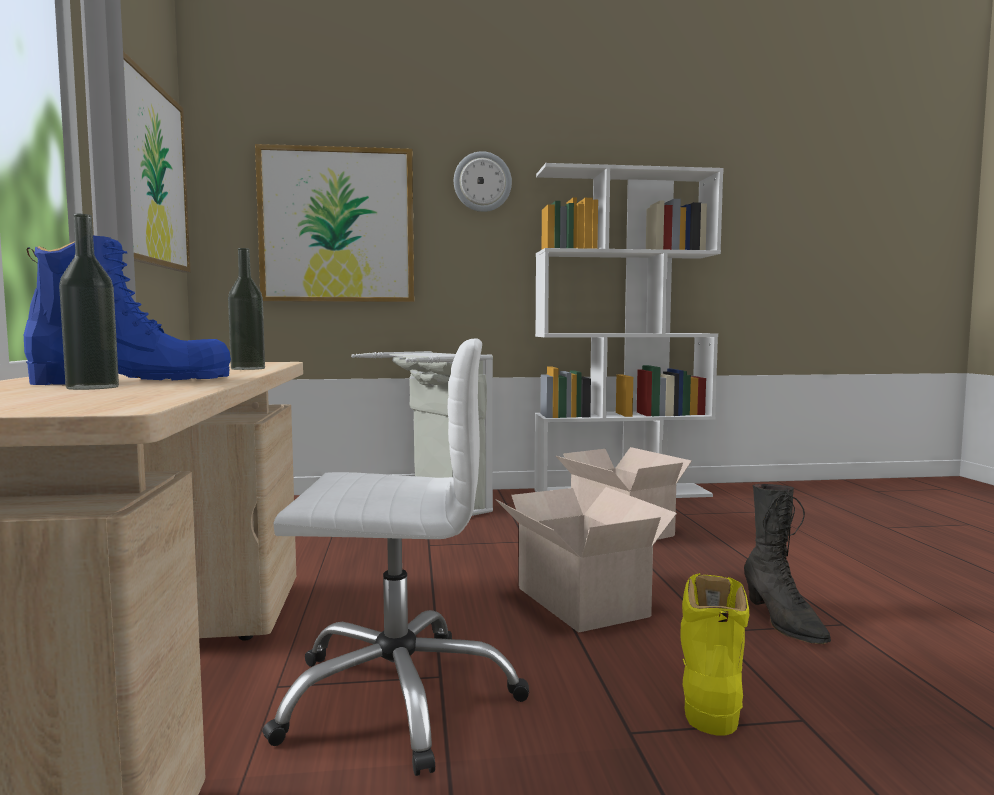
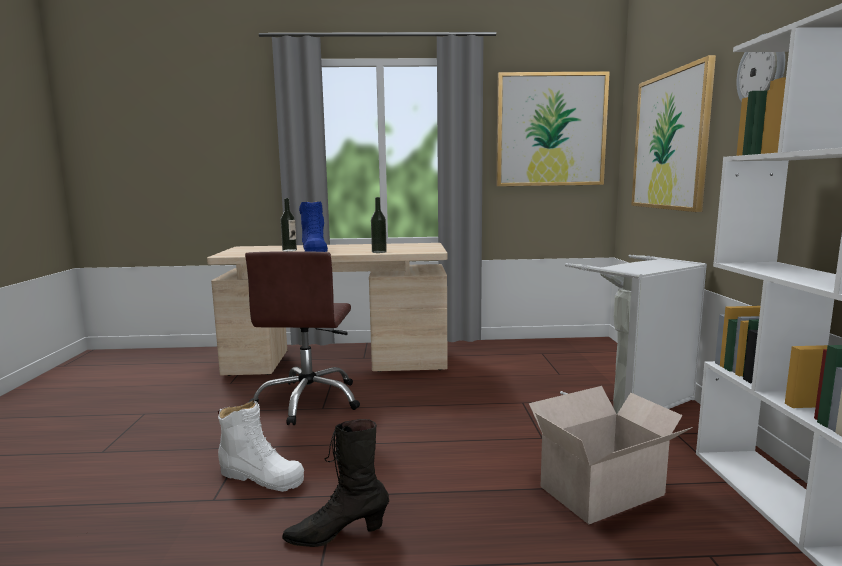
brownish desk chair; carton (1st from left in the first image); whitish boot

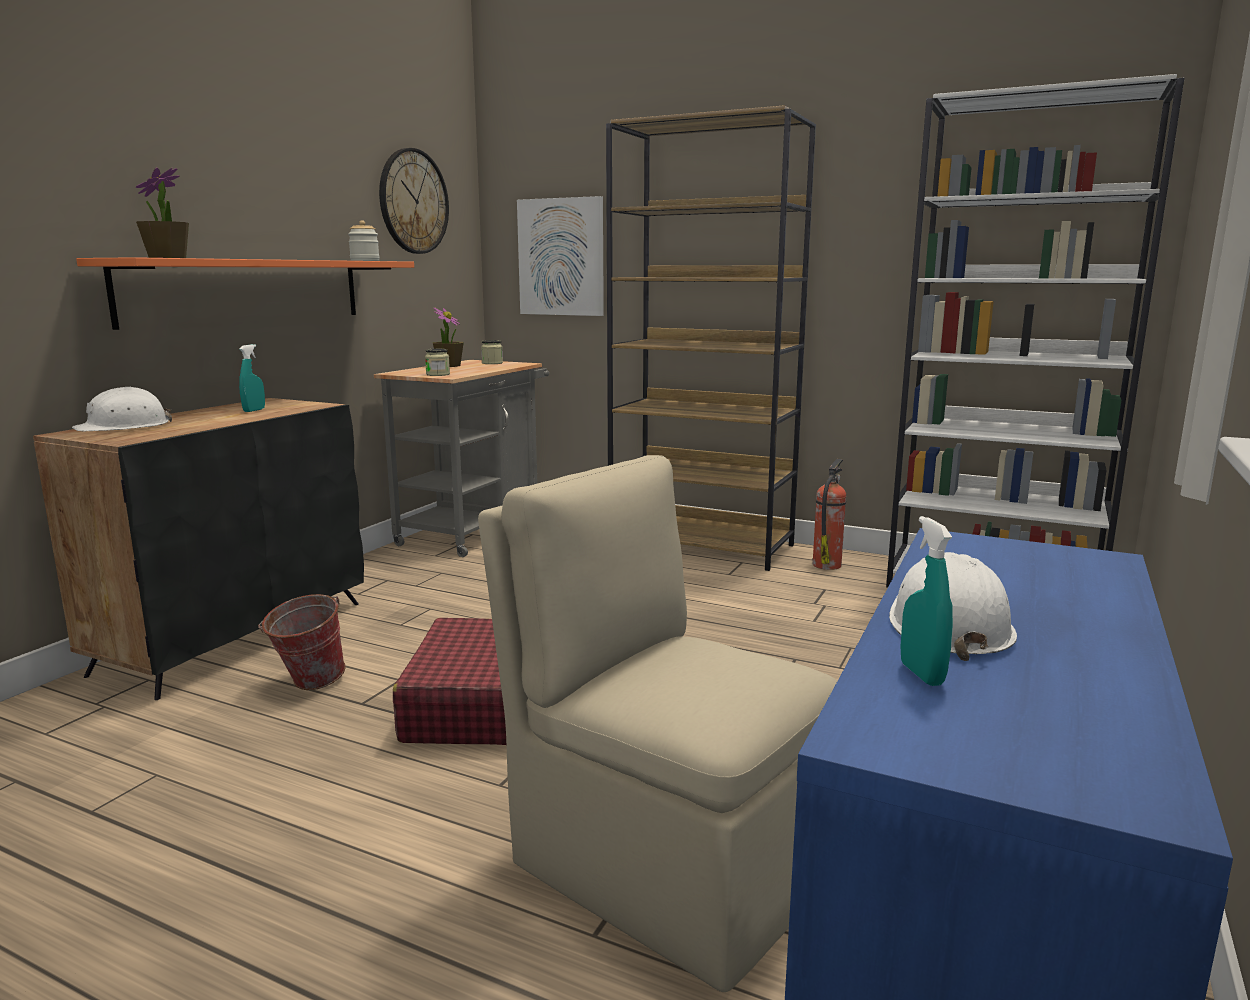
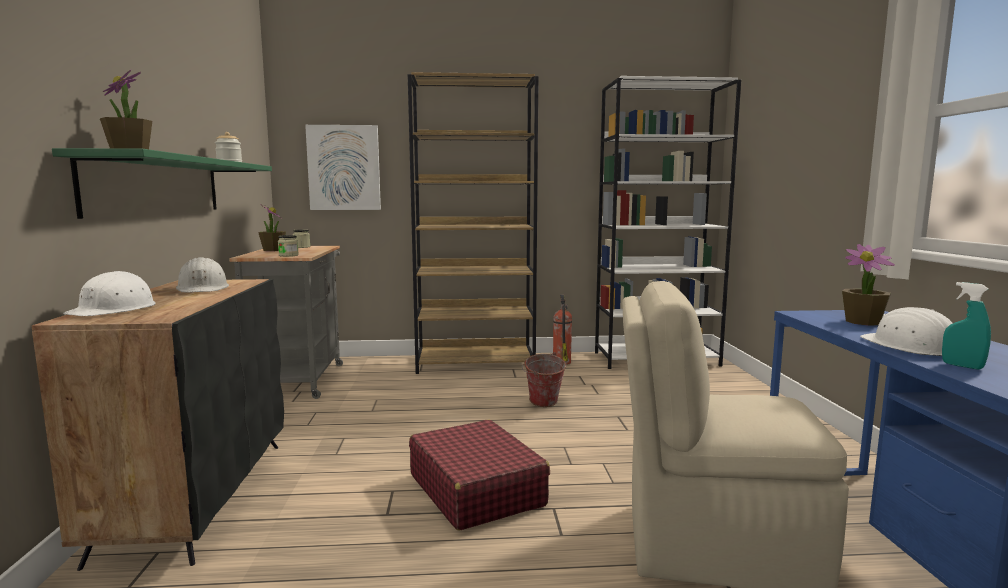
green-coloured bracket shelf; whitish hard hat (2nd from left); pail; hanging clock; plant in a pot (3rd from left)

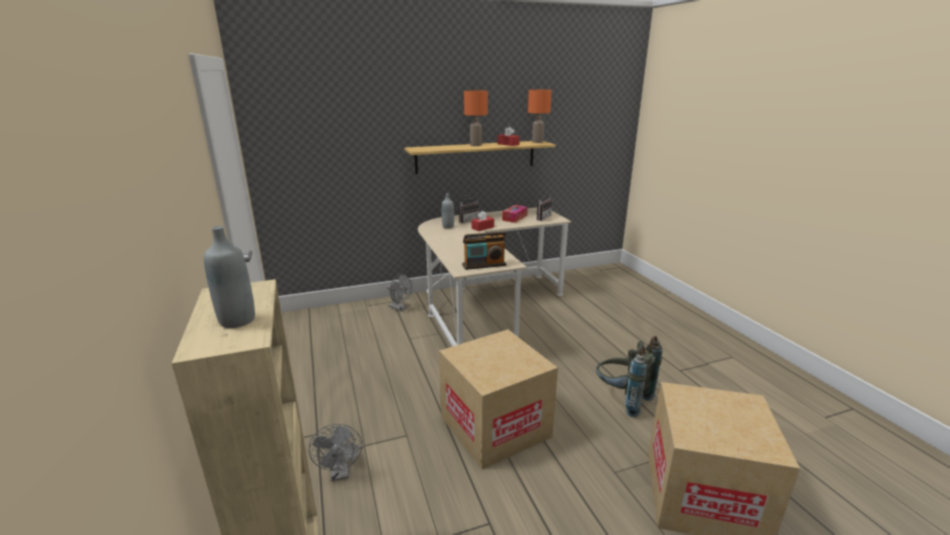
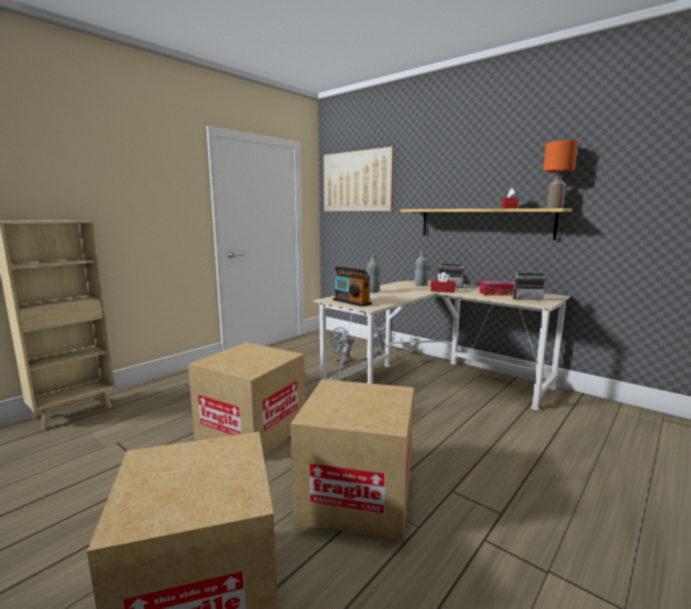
greyish drink bottle (1st from left); greyish electric fan (1st from left); orange-coloured tabletop lamp (1st from left in the first image); carton (3rd from left); wall art

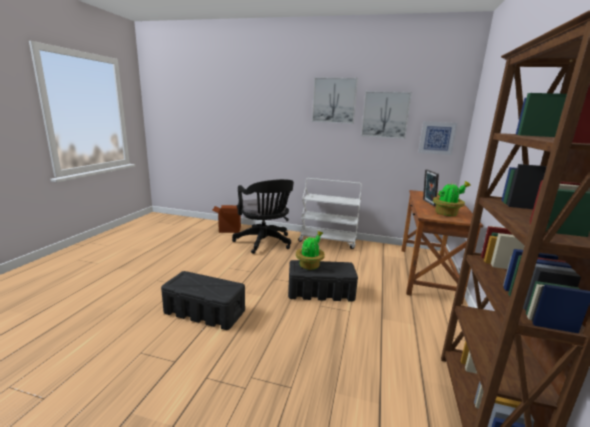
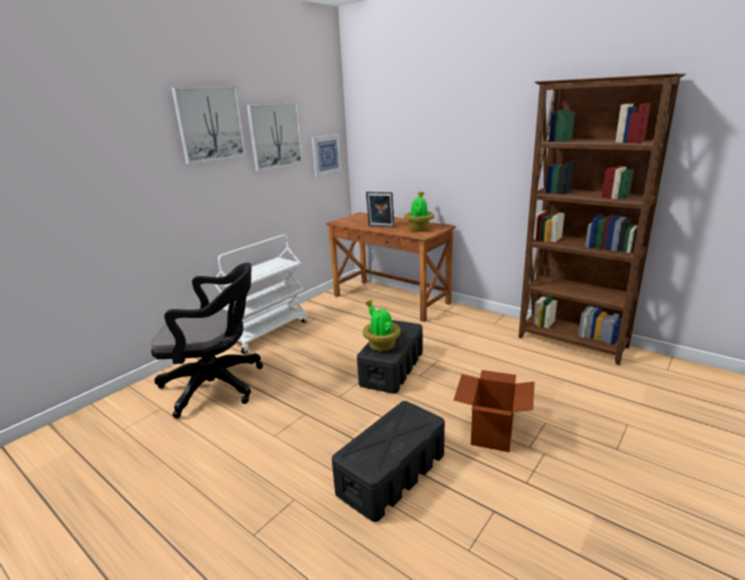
carton

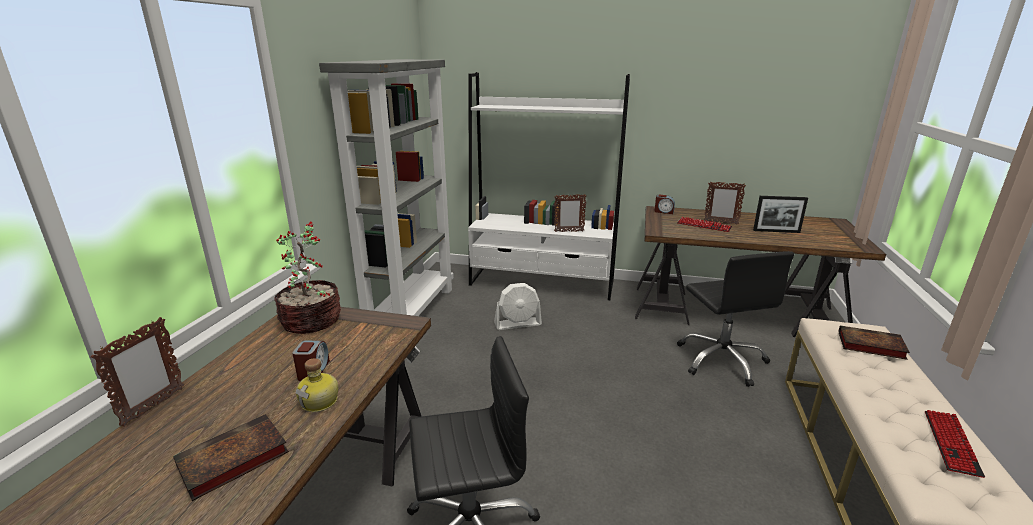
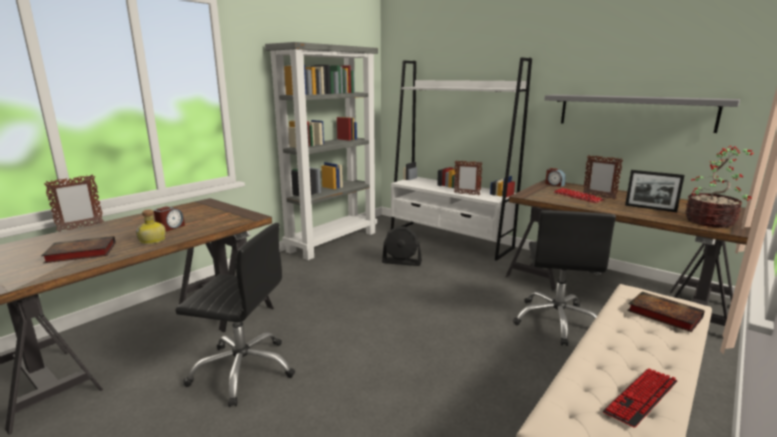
plant in a pot; blackish electric fan; greyish bracket shelf

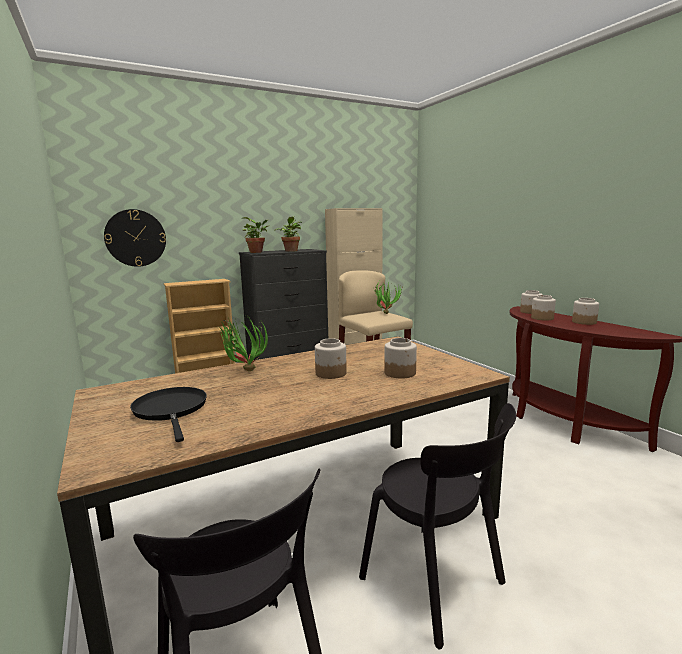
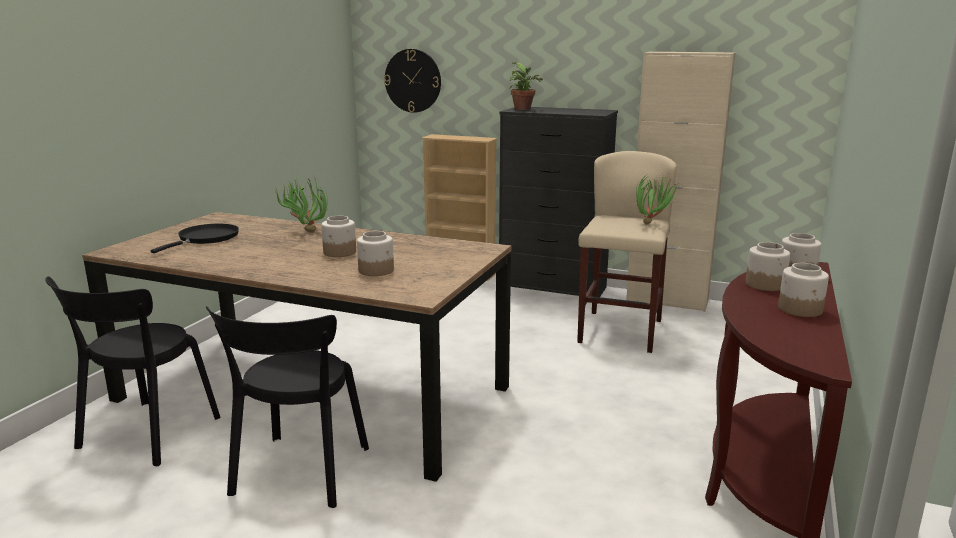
plant in a pot (3rd from left in the first image)

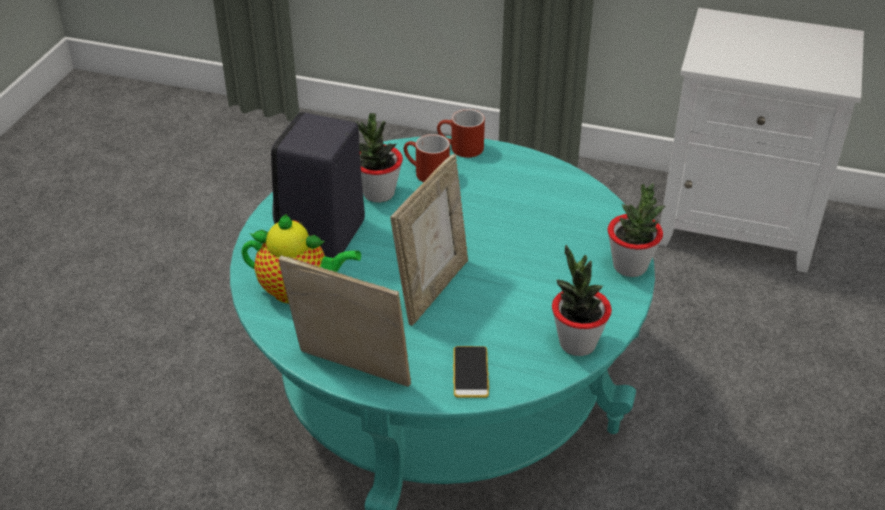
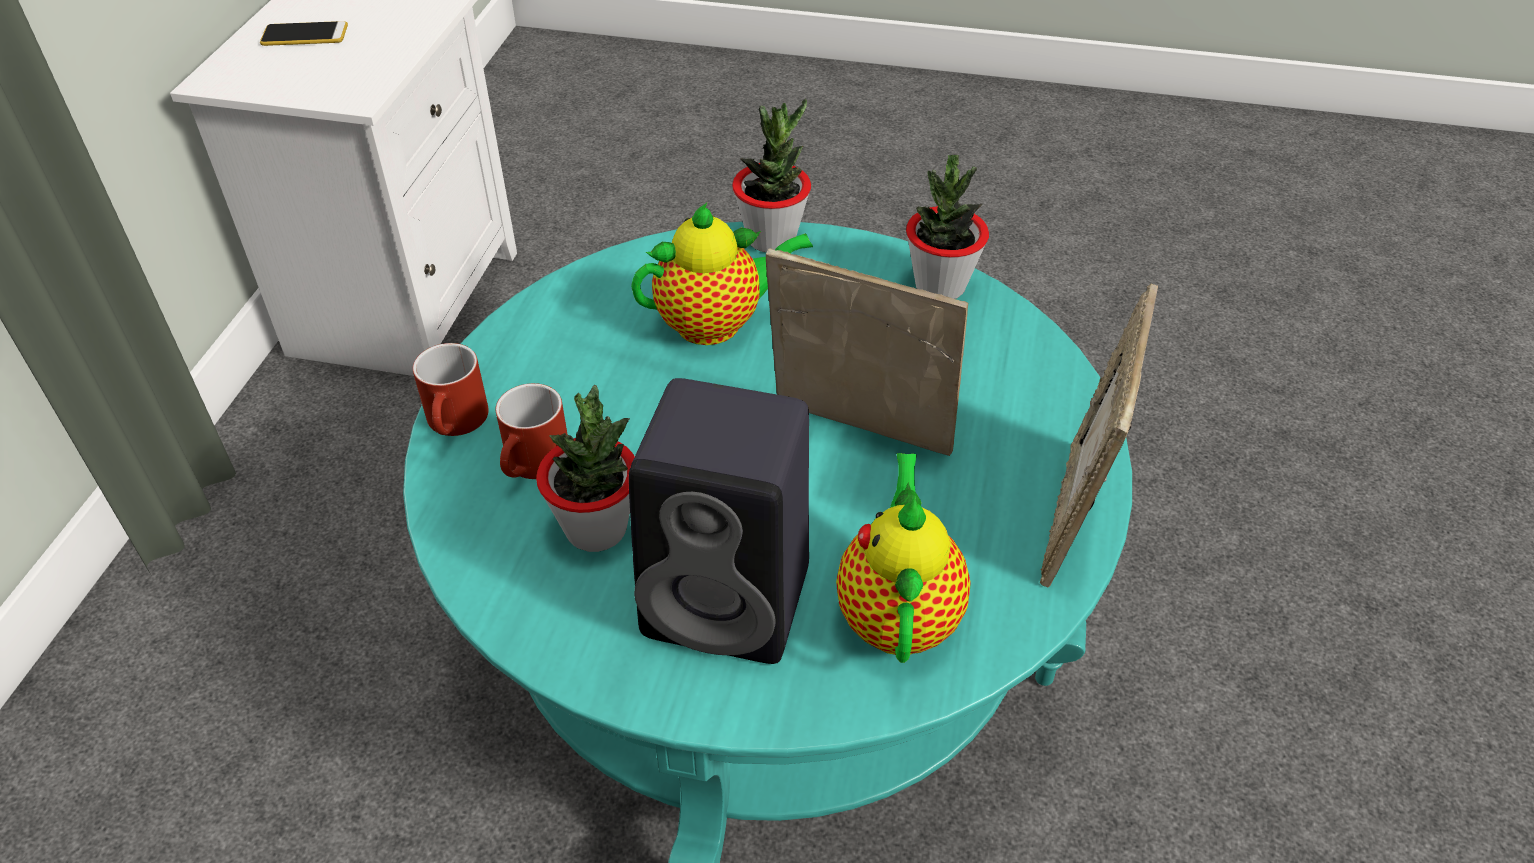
handset; pot for tea (1st from left)

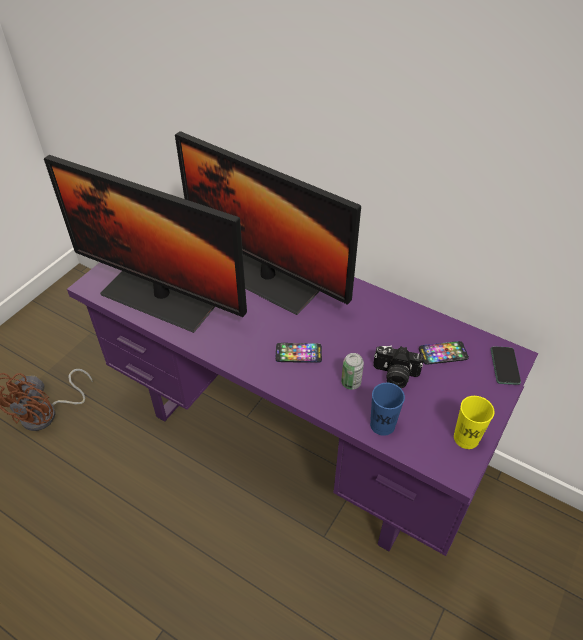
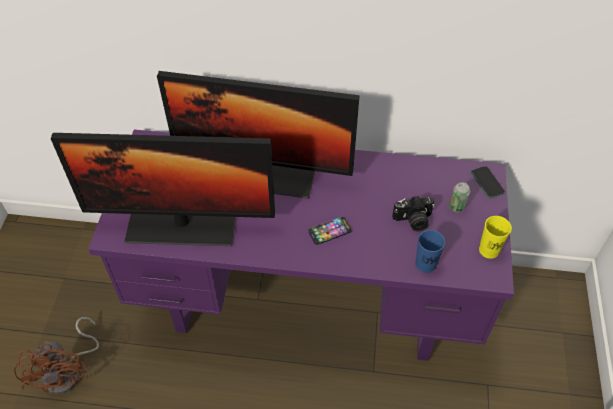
sealed can; handset (2nd from left in the first image)

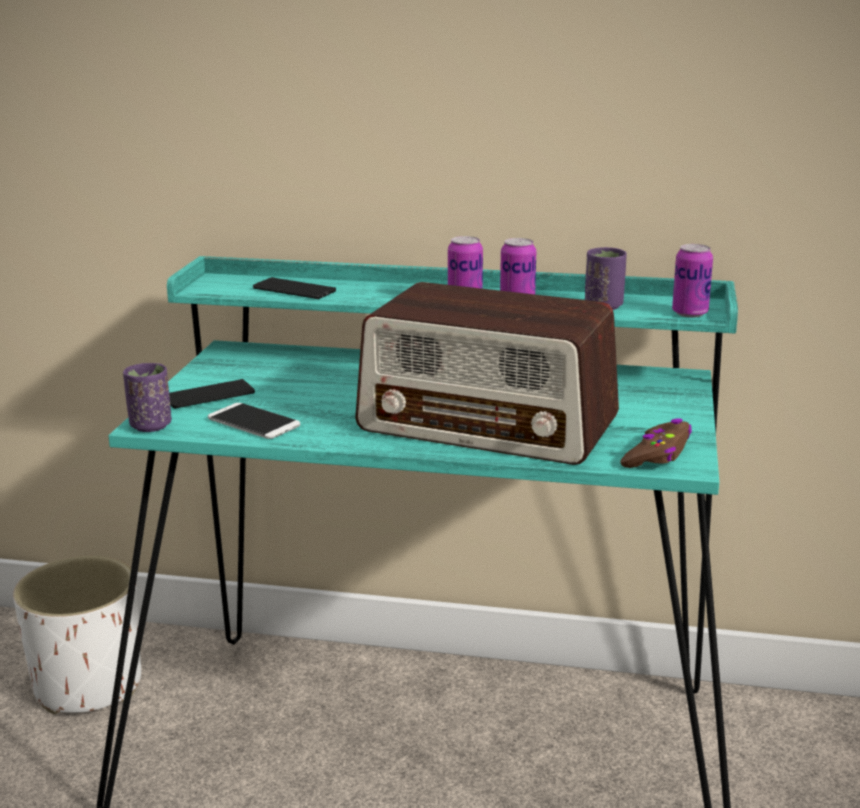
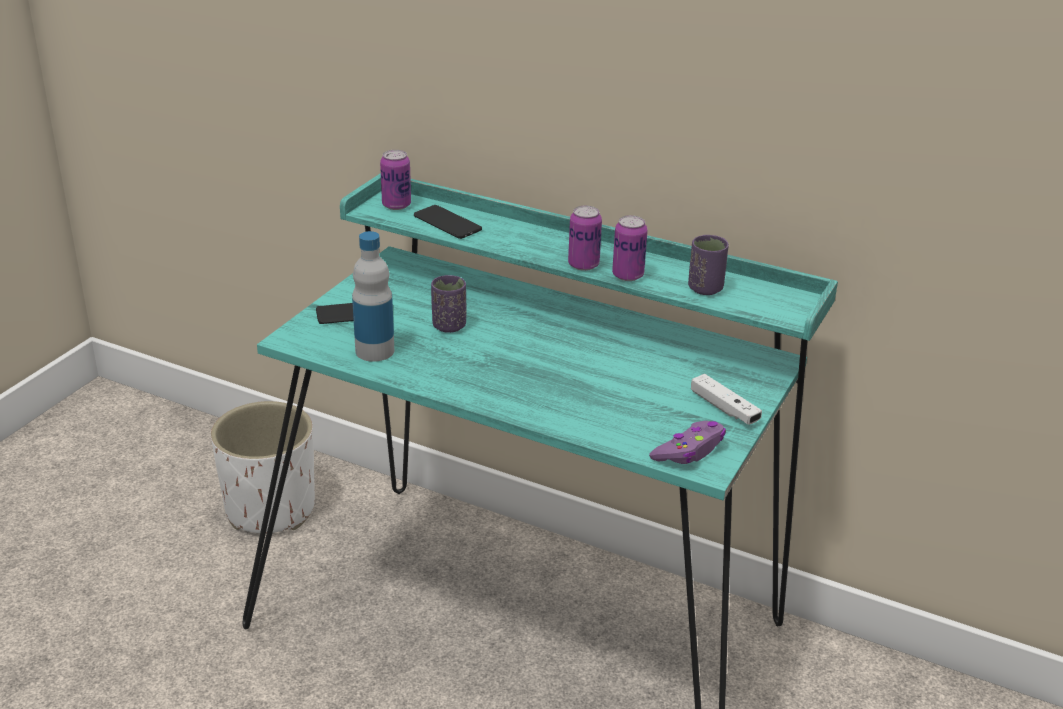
purple-coloured small cup (1st from left); drink bottle; radio set; purple-coloured gamepad; sealed can (1st from left); whitish gamepad

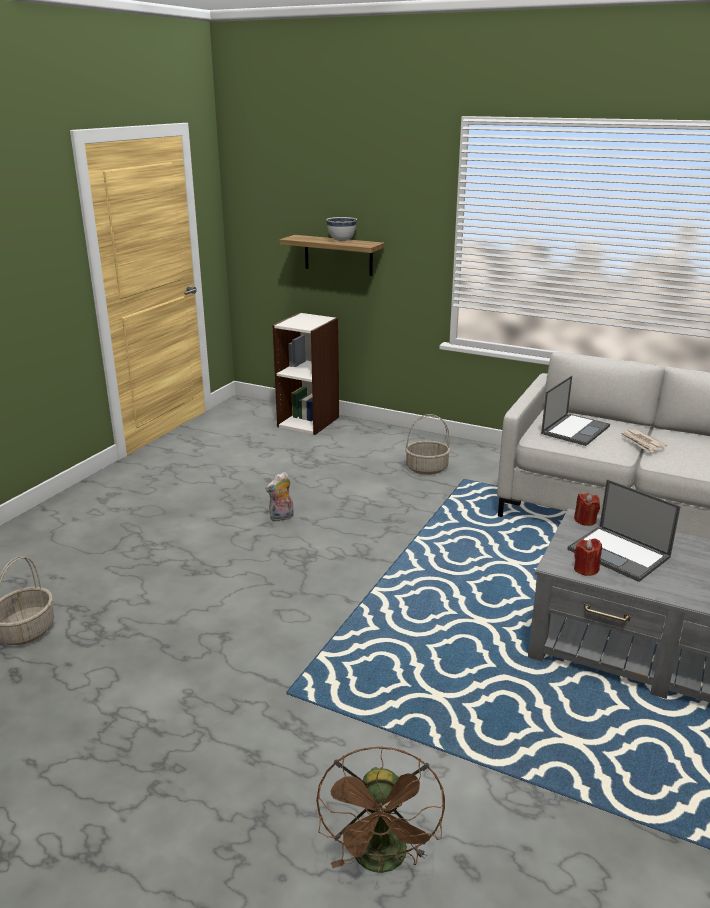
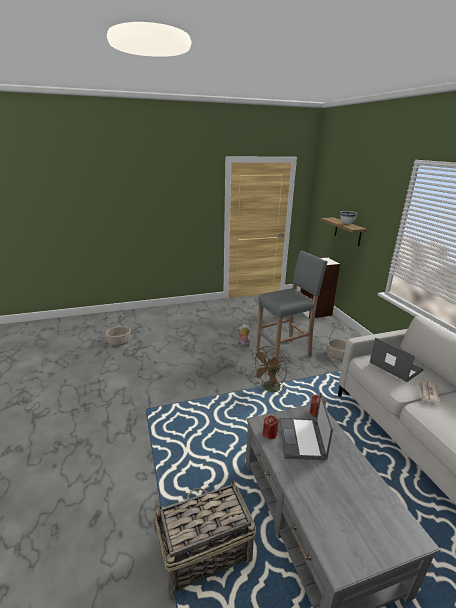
brownish electric fan; notebook computer (2nd from left); storage basket (2nd from left); greyish sitting stool

